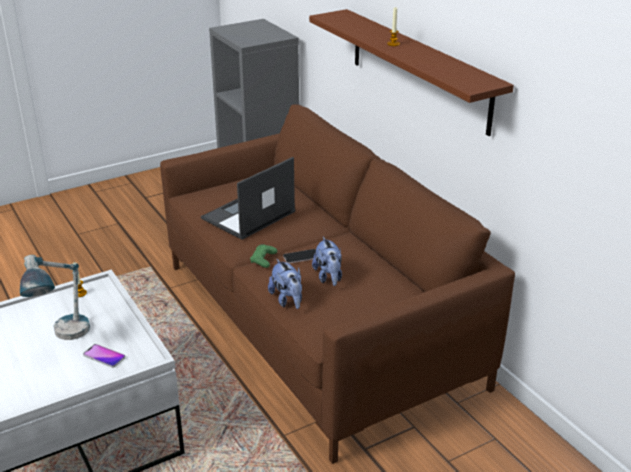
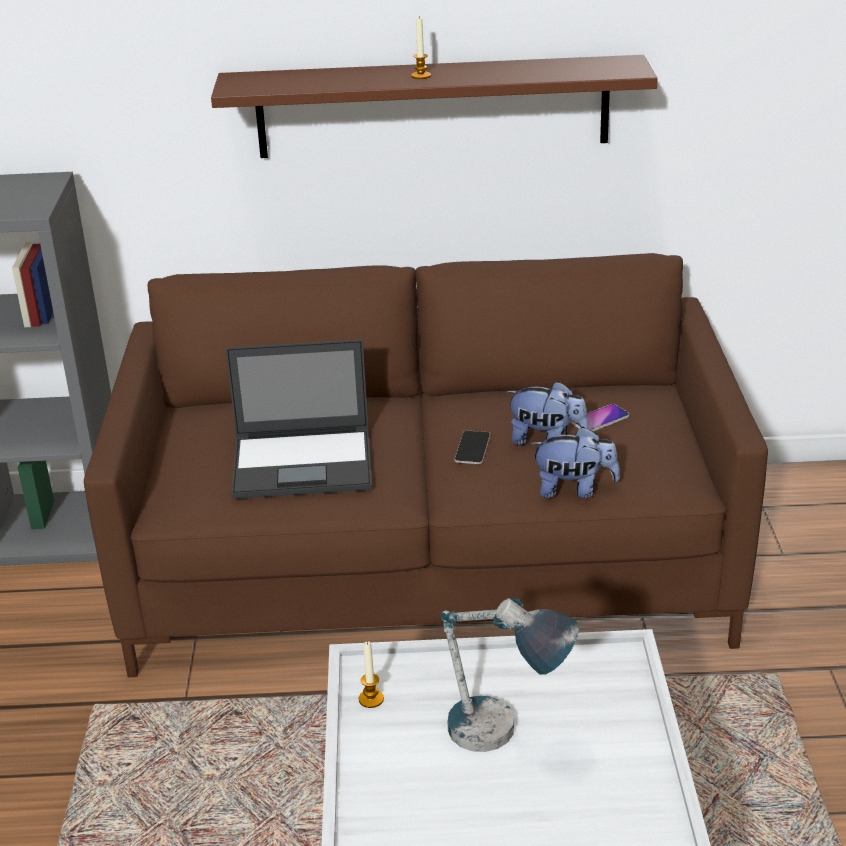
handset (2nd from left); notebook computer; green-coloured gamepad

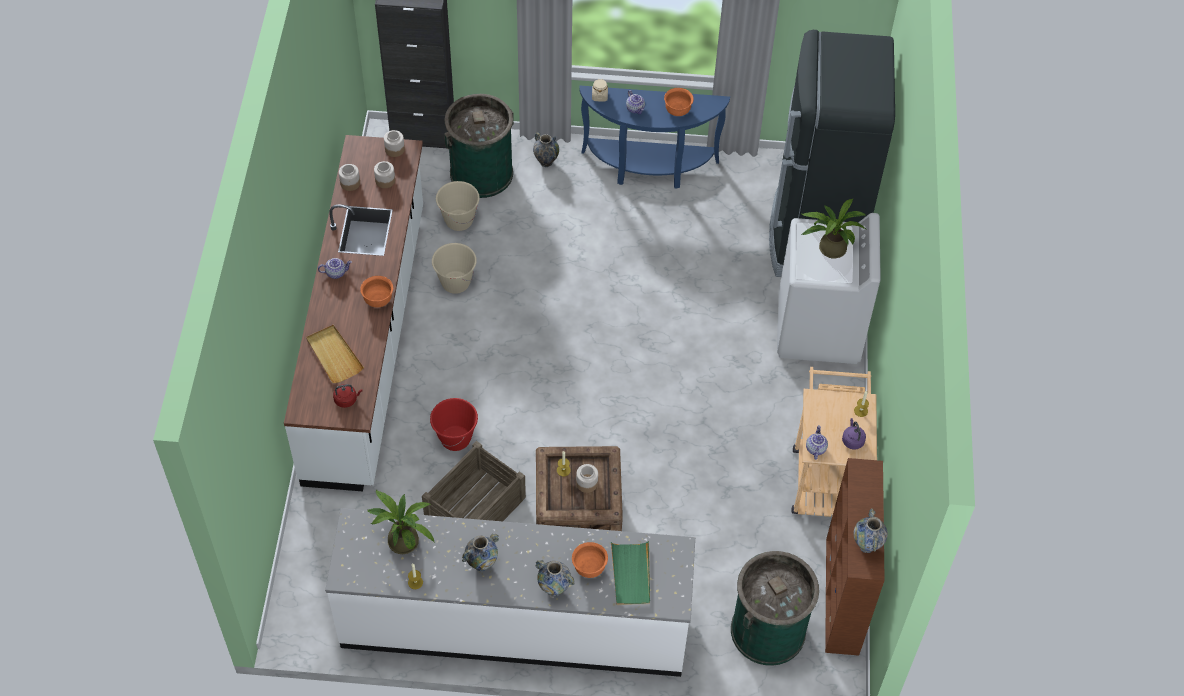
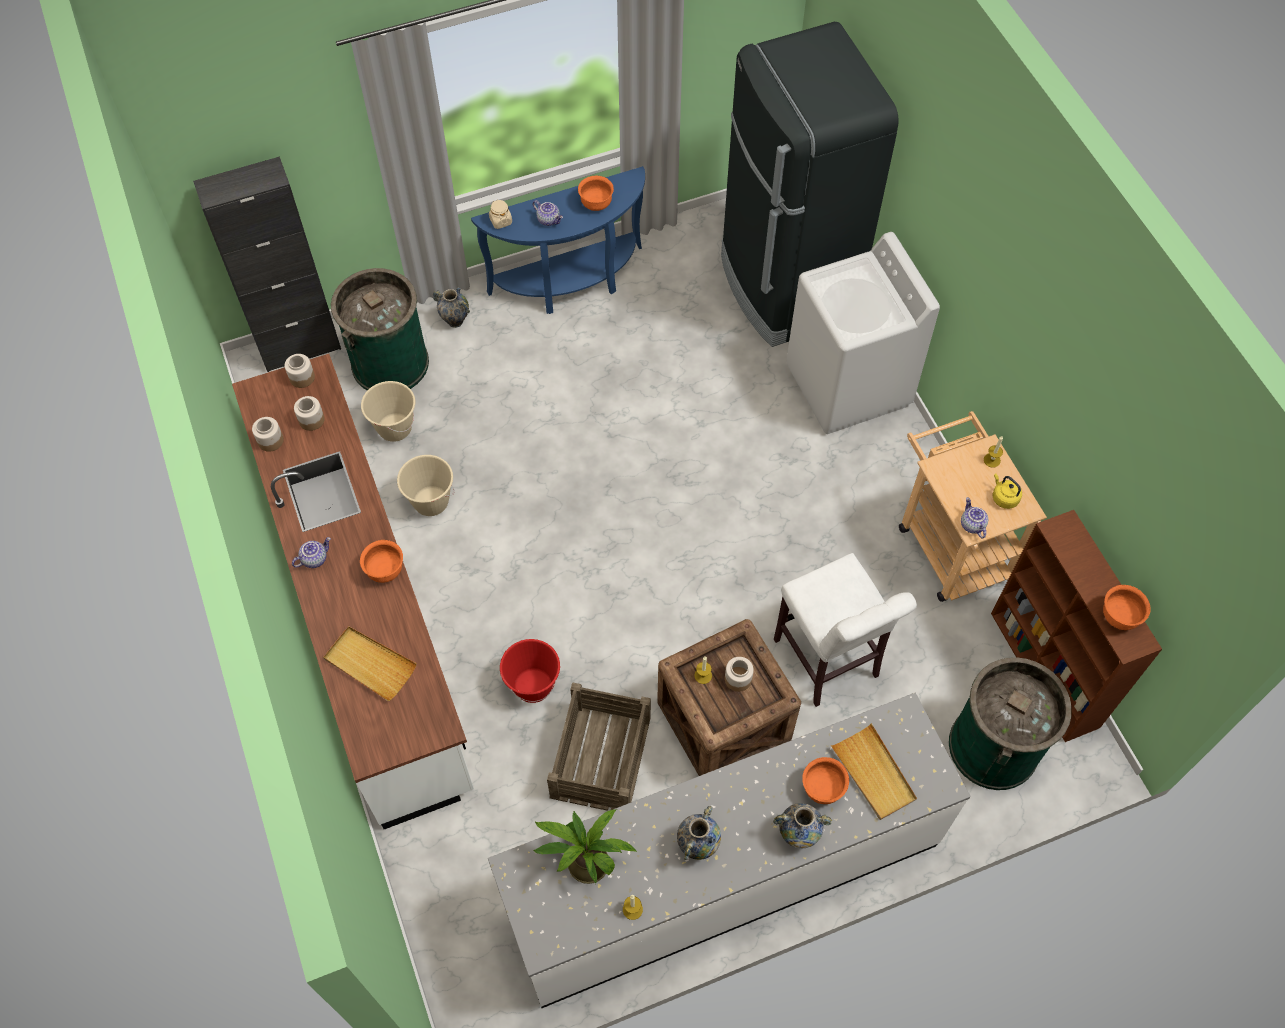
reddish tea kettle; sand-coloured carrying tray (2nd from left); plant in a pot (2nd from left in the first image); yellow-coloured tea kettle; orange-coloured serving bowl (4th from left); whitish sitting stool

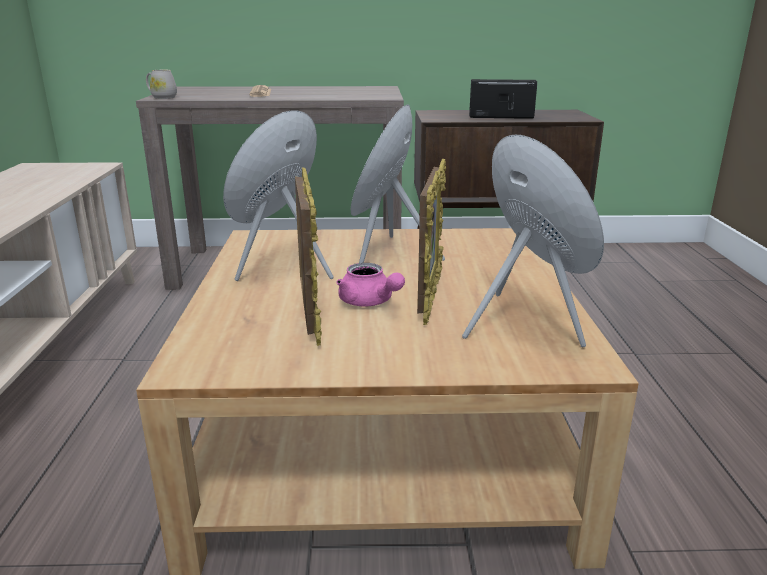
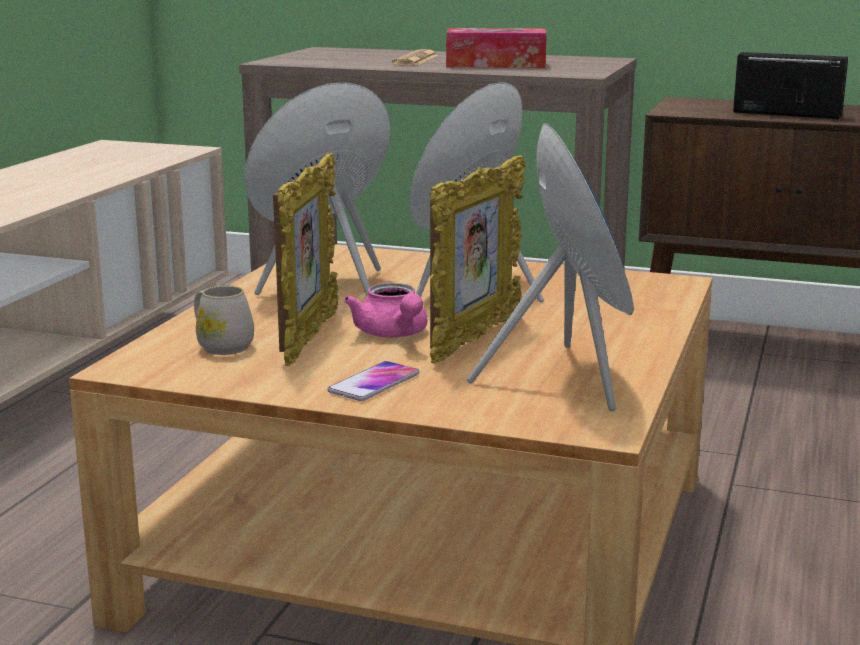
whitish mug; handset; tissue box

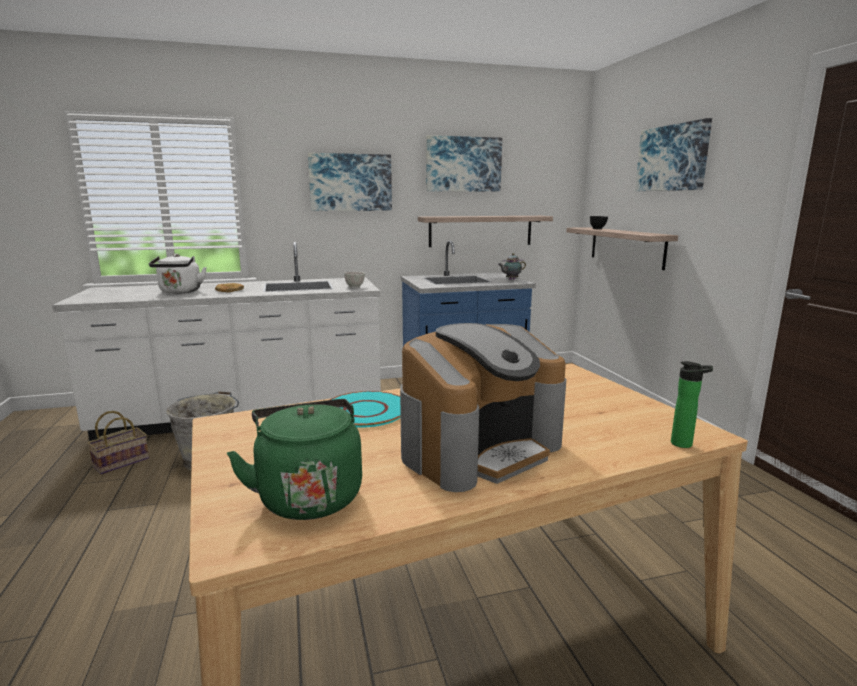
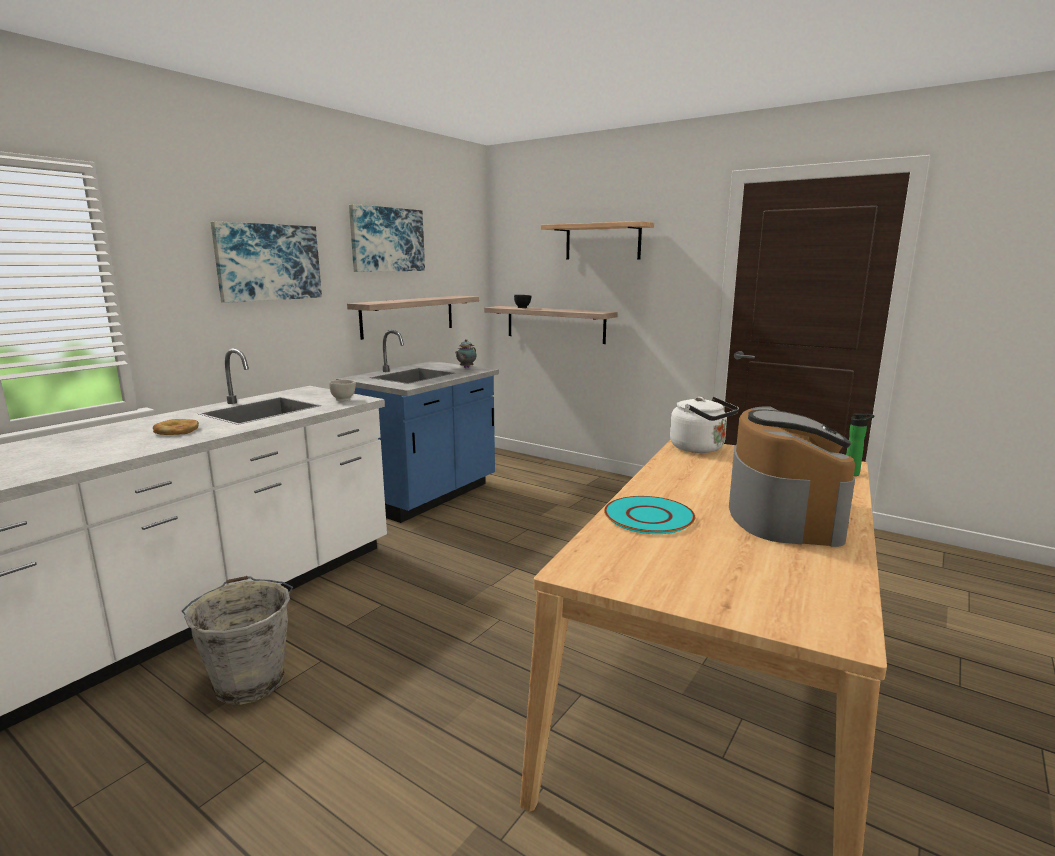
storage basket; whitish tea kettle; green-coloured tea kettle; bracket shelf (3rd from left)

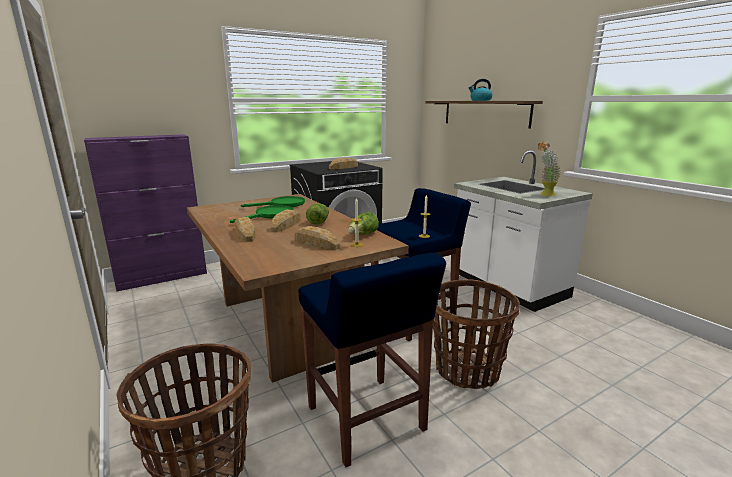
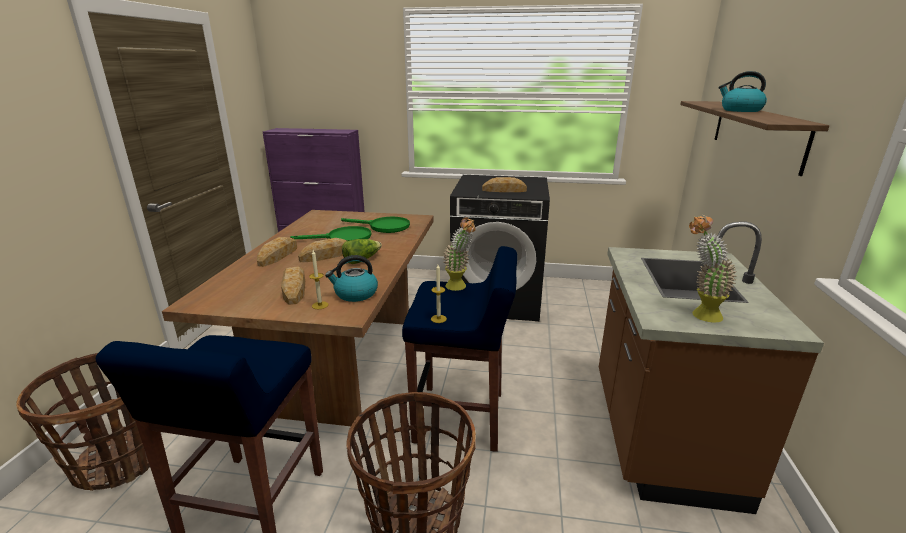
tea kettle (1st from left); brownish counter; plant in a pot (1st from left)

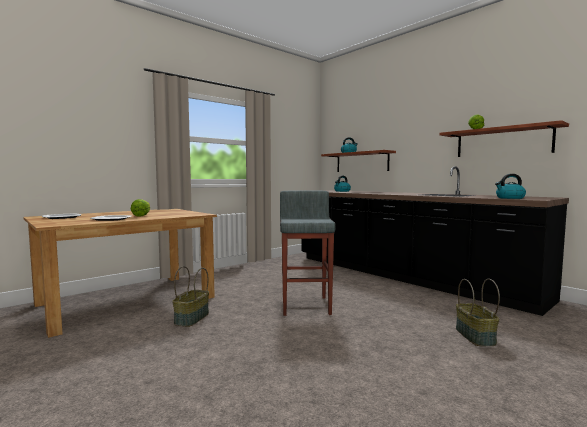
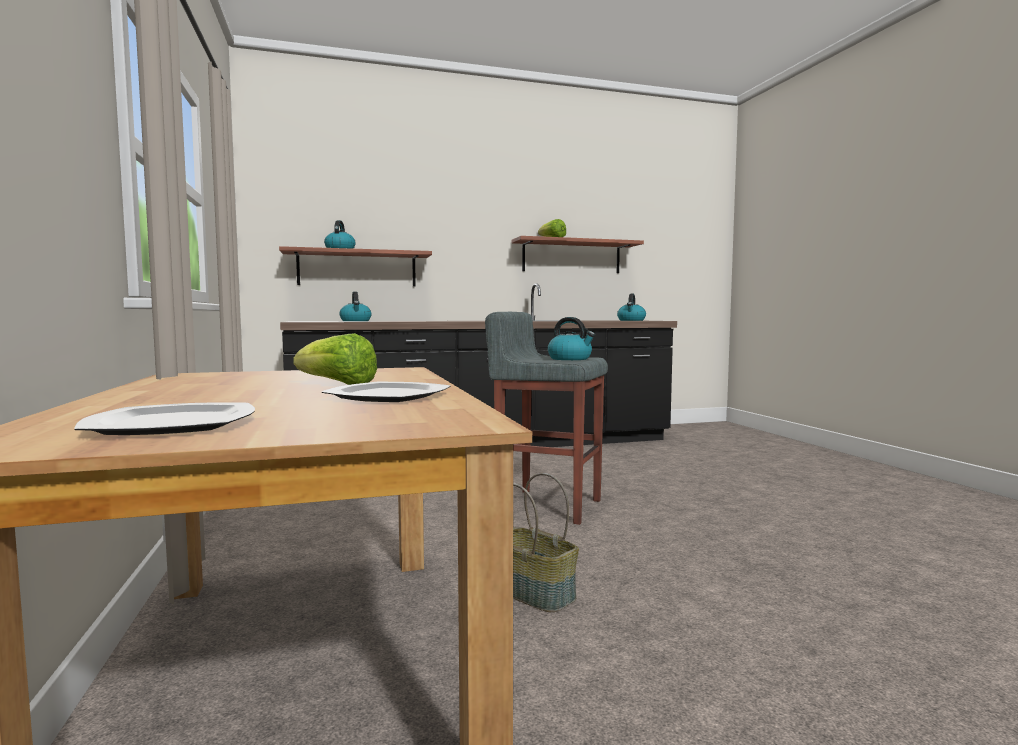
storage basket (2nd from left in the first image); tea kettle (3rd from left)

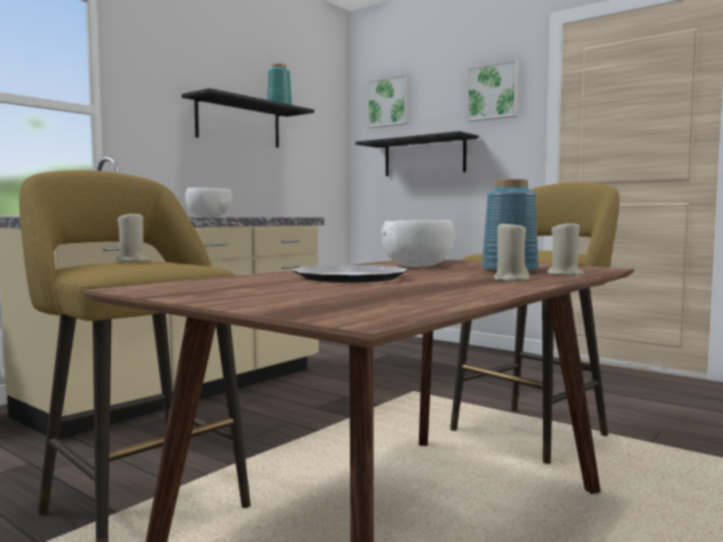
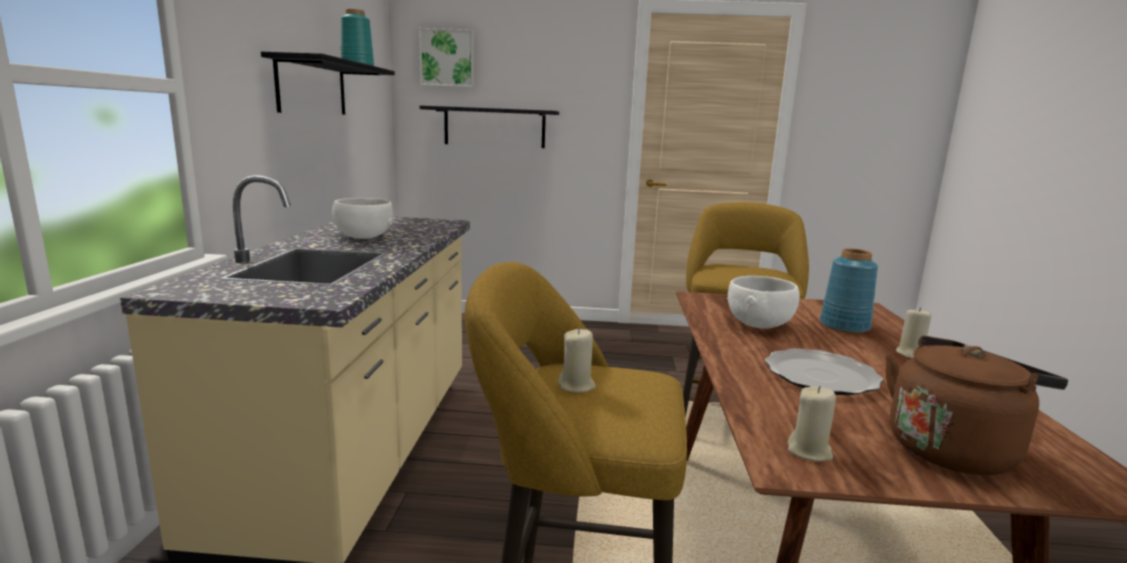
wall art (2nd from left in the first image); sand-coloured candle (2nd from left); brownish tea kettle

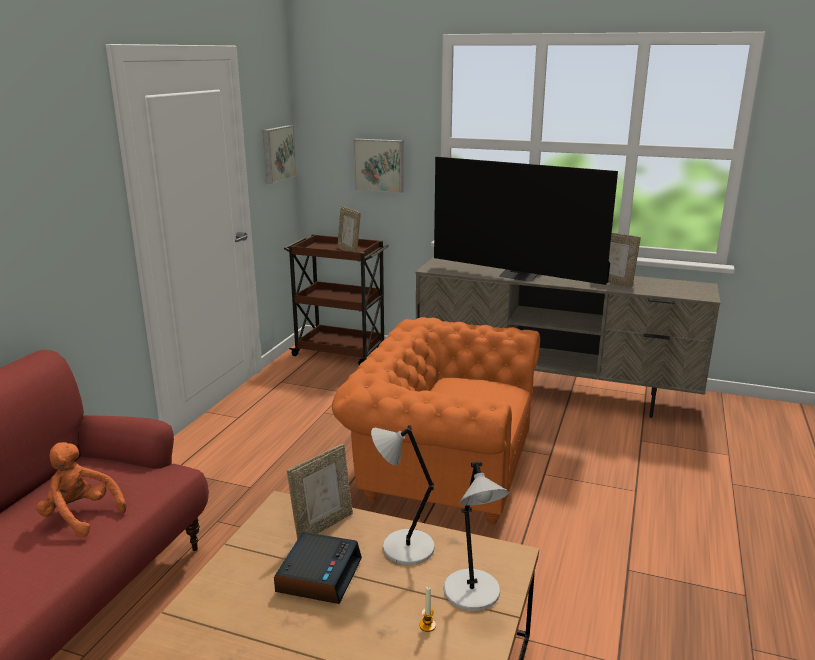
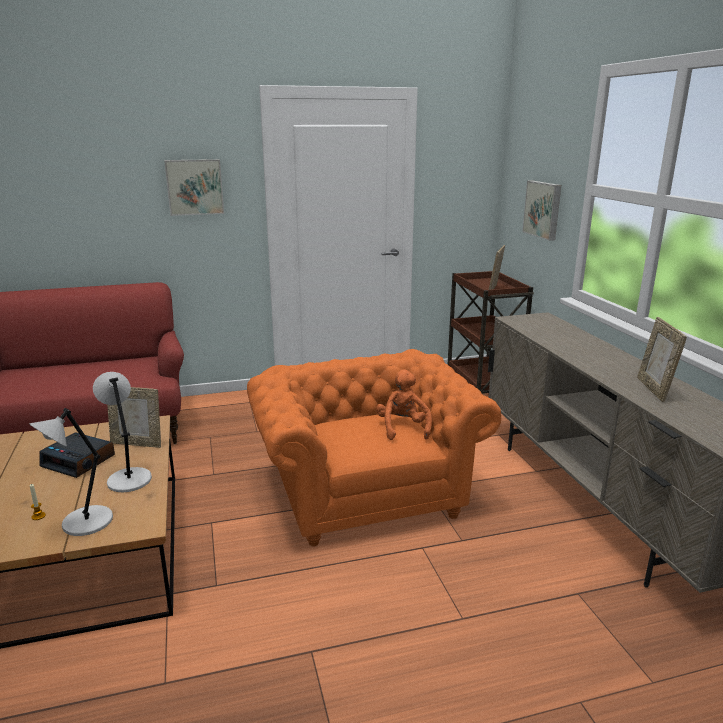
orange-coloured soft toy; wall art (1st from left); table clock; TV

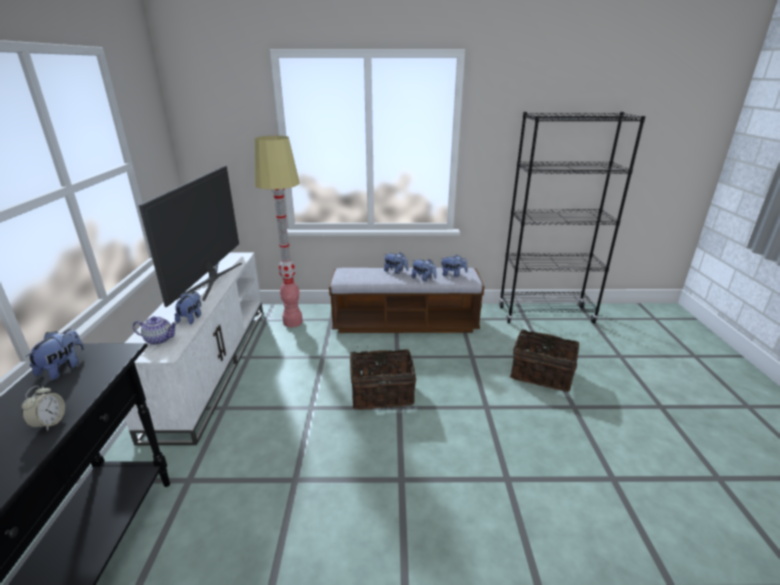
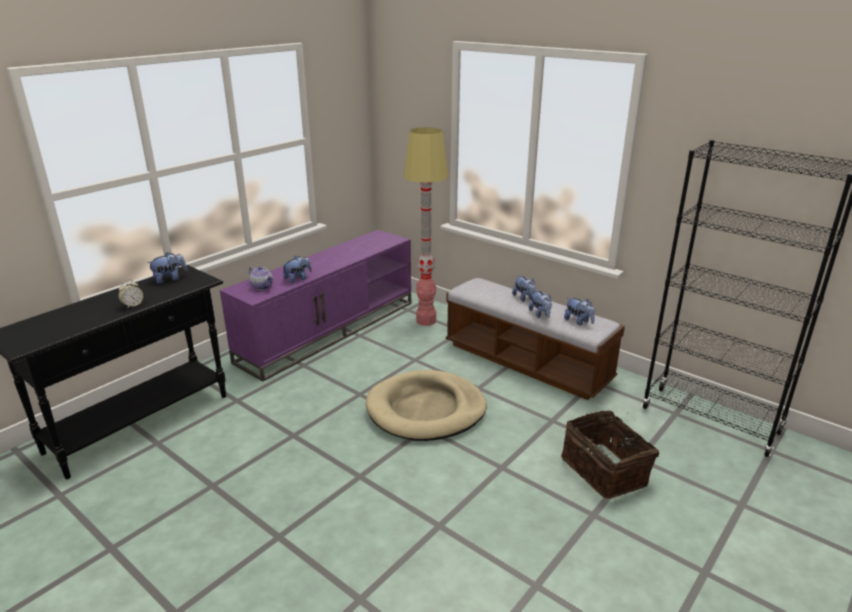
purple-coloured tv unit; TV; sand-coloured dog bed

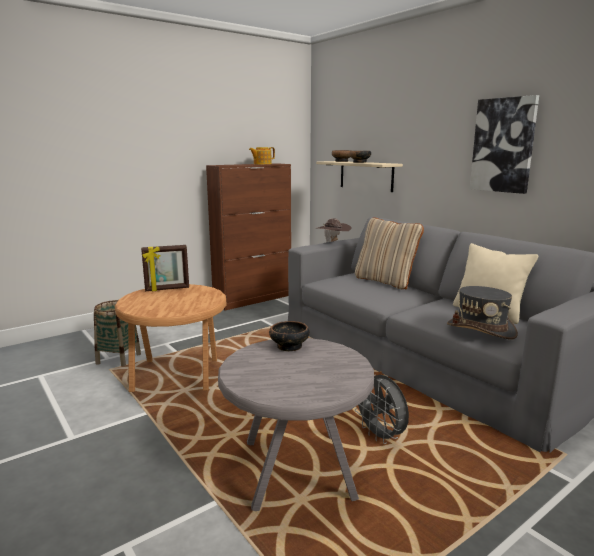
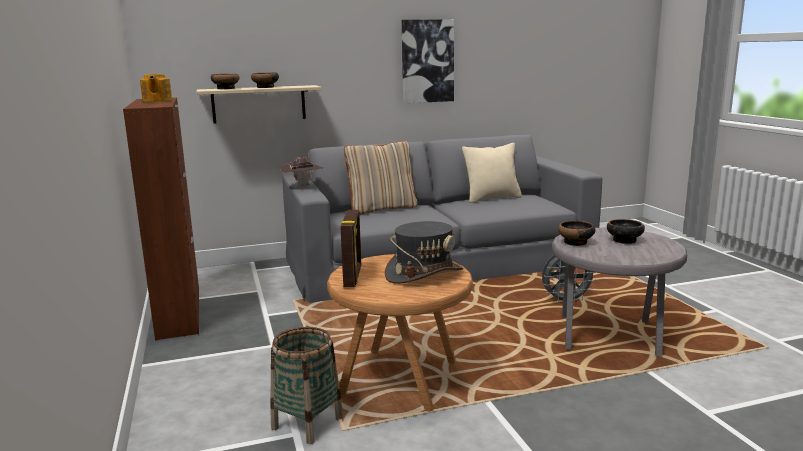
greyish hat; serving bowl (4th from left)

